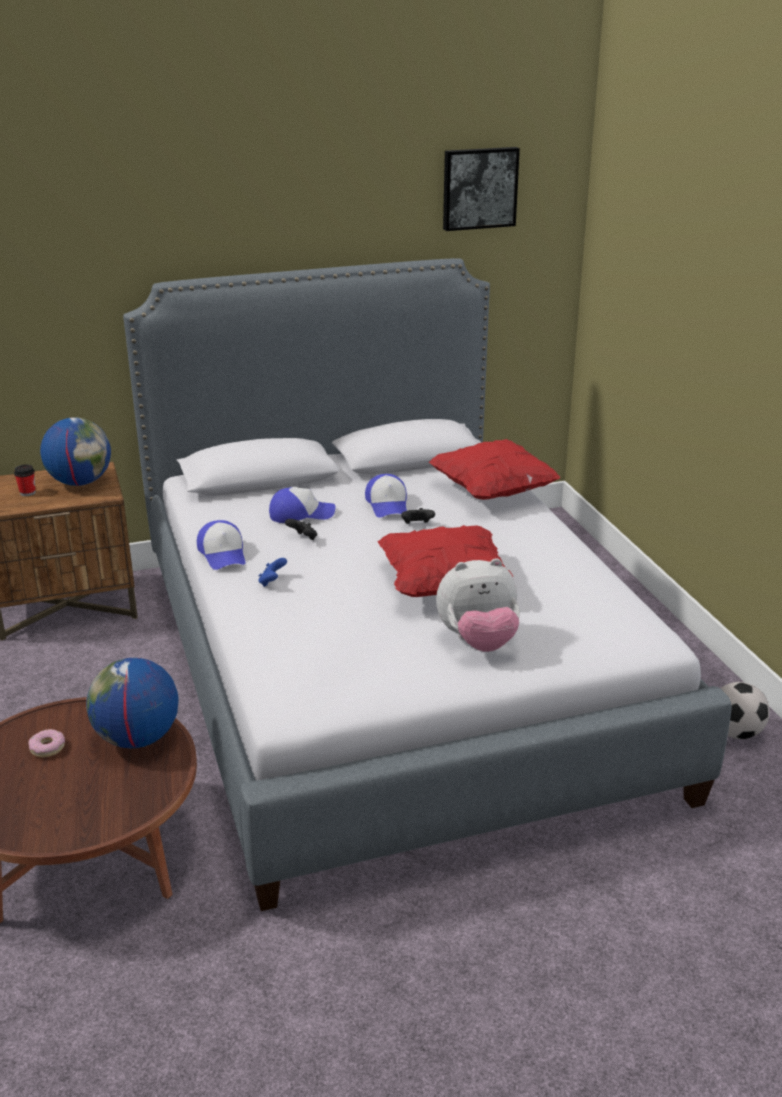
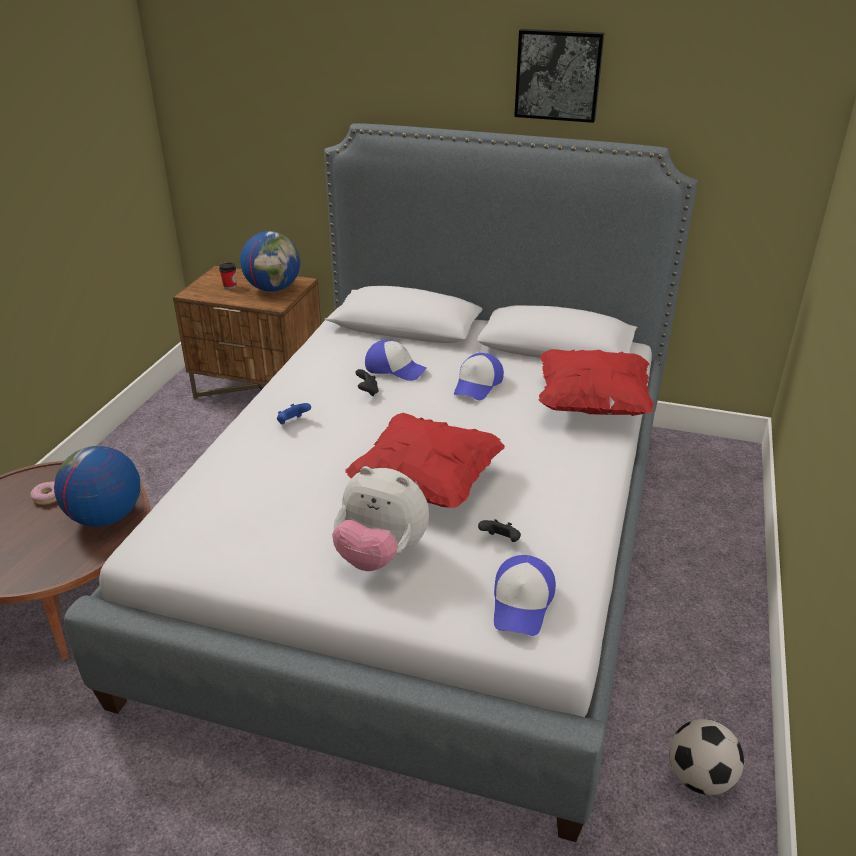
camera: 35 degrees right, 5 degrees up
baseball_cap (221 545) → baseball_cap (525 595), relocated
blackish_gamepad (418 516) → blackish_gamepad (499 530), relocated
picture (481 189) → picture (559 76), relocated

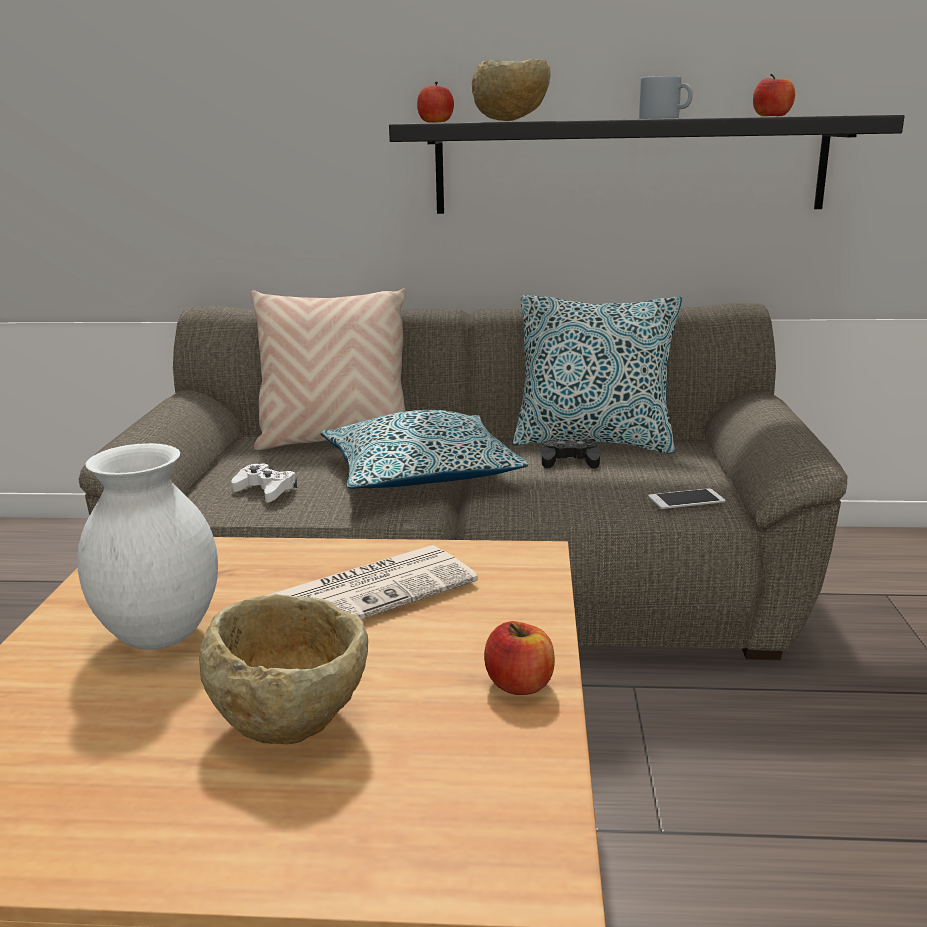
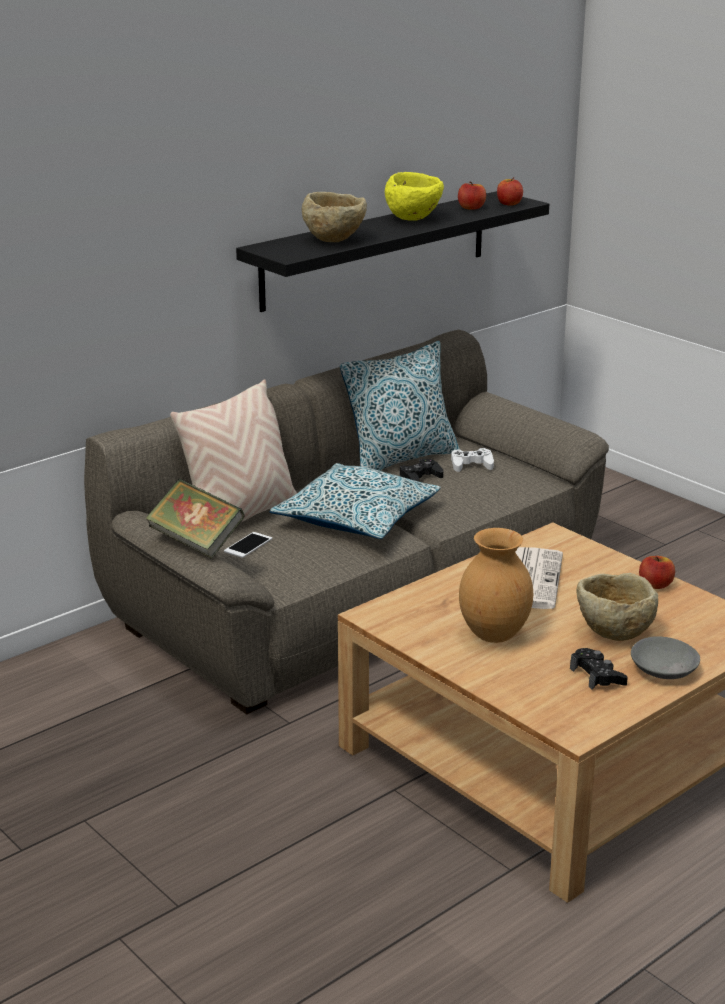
camera: 45 degrees left, 5 degrees up
whitish_vase (147 546) → brown-coloured_vase (496 585)
whitish_gamepad (264 483) → whitish_gamepad (472 460), relocated
apple (435 102) → apple (510 191), relocated
grey_mug (666 97) → yellow-coloured_bowl (414 196)
phone (686 498) → phone (248 545), relocated
- → book (195 519)
- → blackish_gamepad (599 669)
- → grey_bowl (665 657)

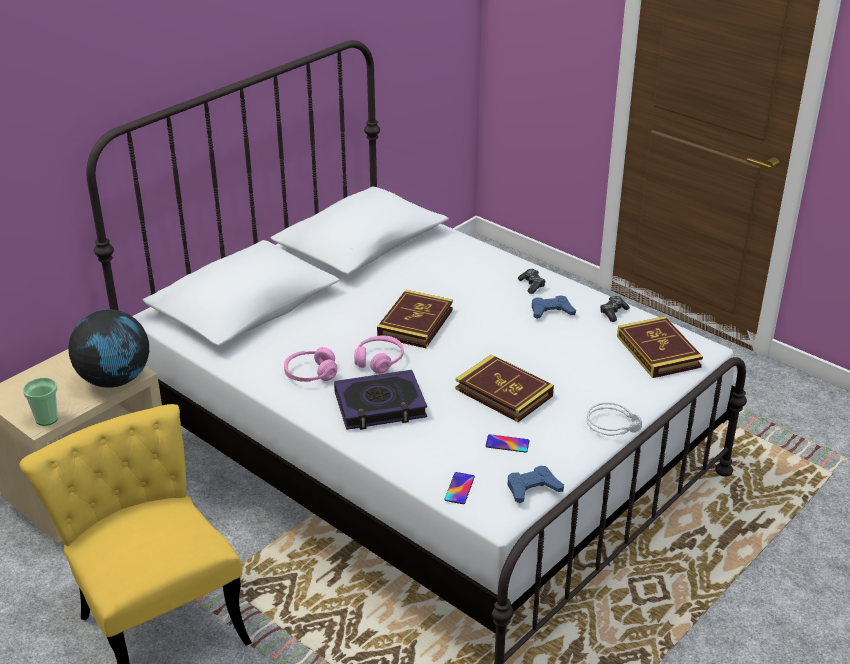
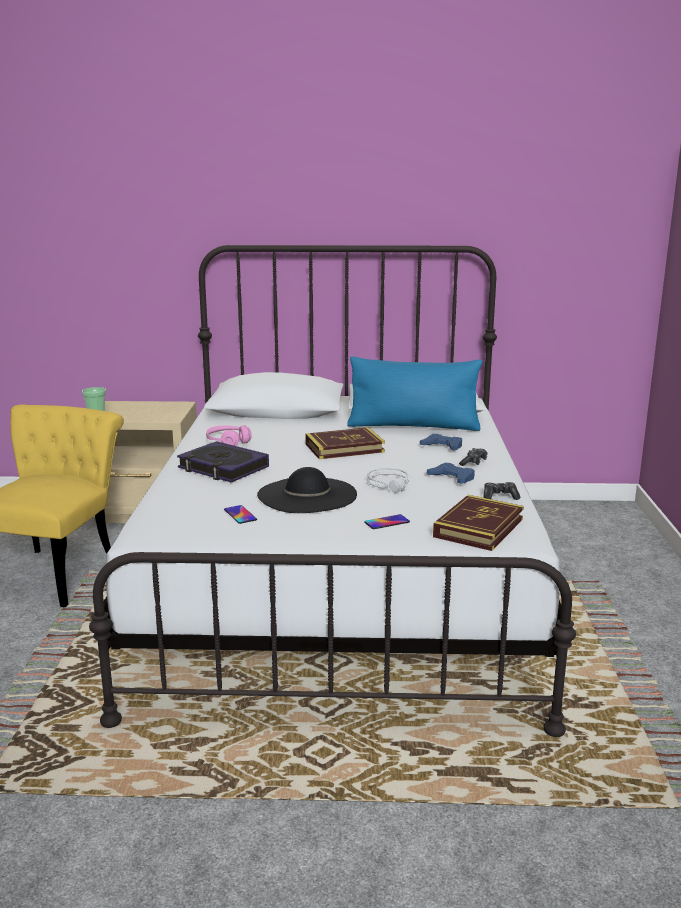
camera: 50 degrees right, 15 degrees down
desk_globe (108 348) → -
pink_headphones (379 354) → -
phone (459 488) → phone (387 521), relocated
book (504 388) → blackish_hat (307 490)
blue-coloured_gamepad (536 484) → blue-coloured_gamepad (441 442), relocated
grey_headphones (614 419) → grey_headphones (389 480), relocated
- → blue-coloured_throw_pillow (415 393)

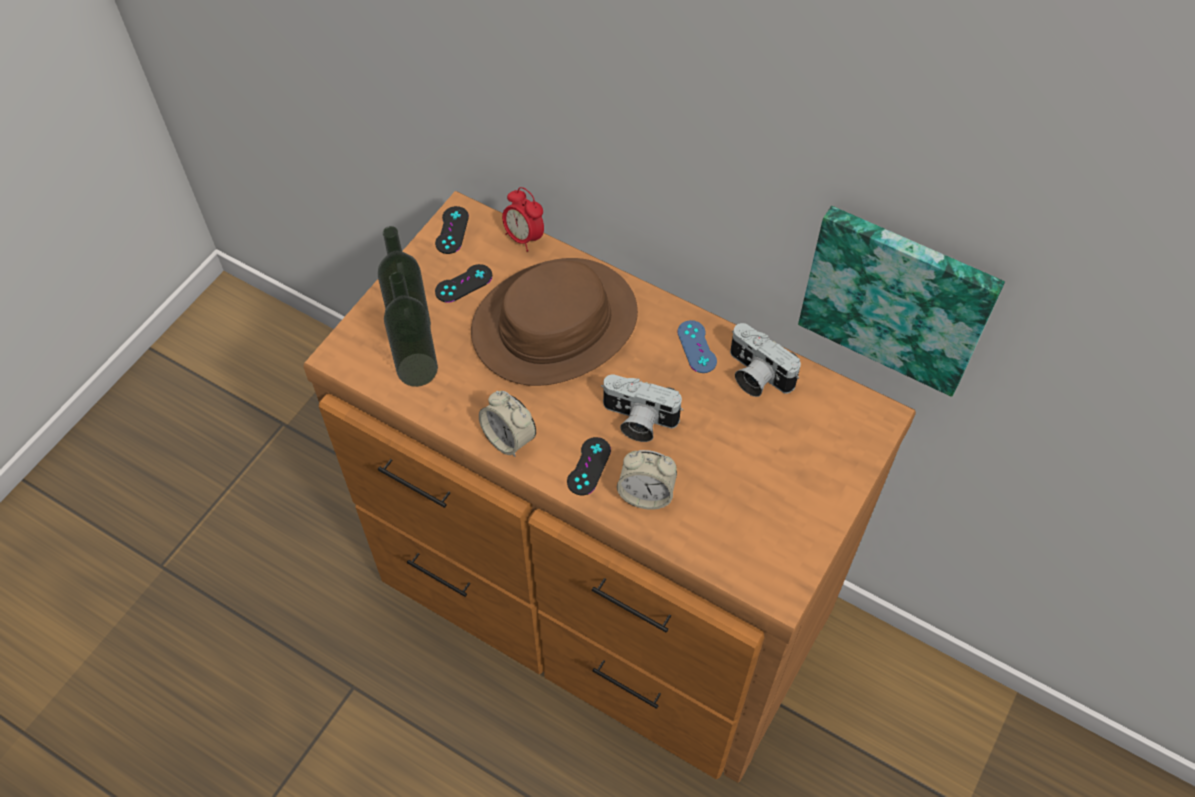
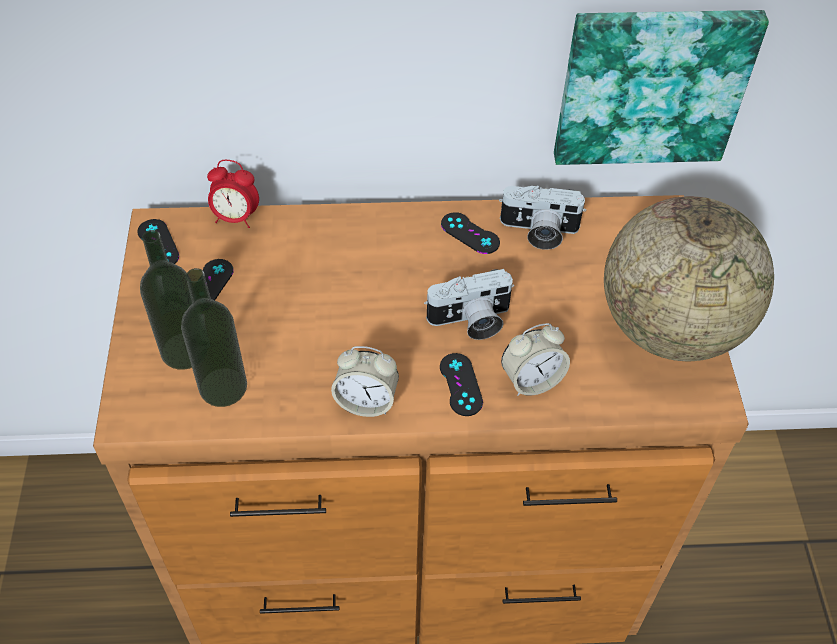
camera: 35 degrees left, 5 degrees down
brown-coloured_hat (554 322) → -
blue-coloured_gamepad (697 346) → blackish_gamepad (470 233)
- → desk_globe (689 278)

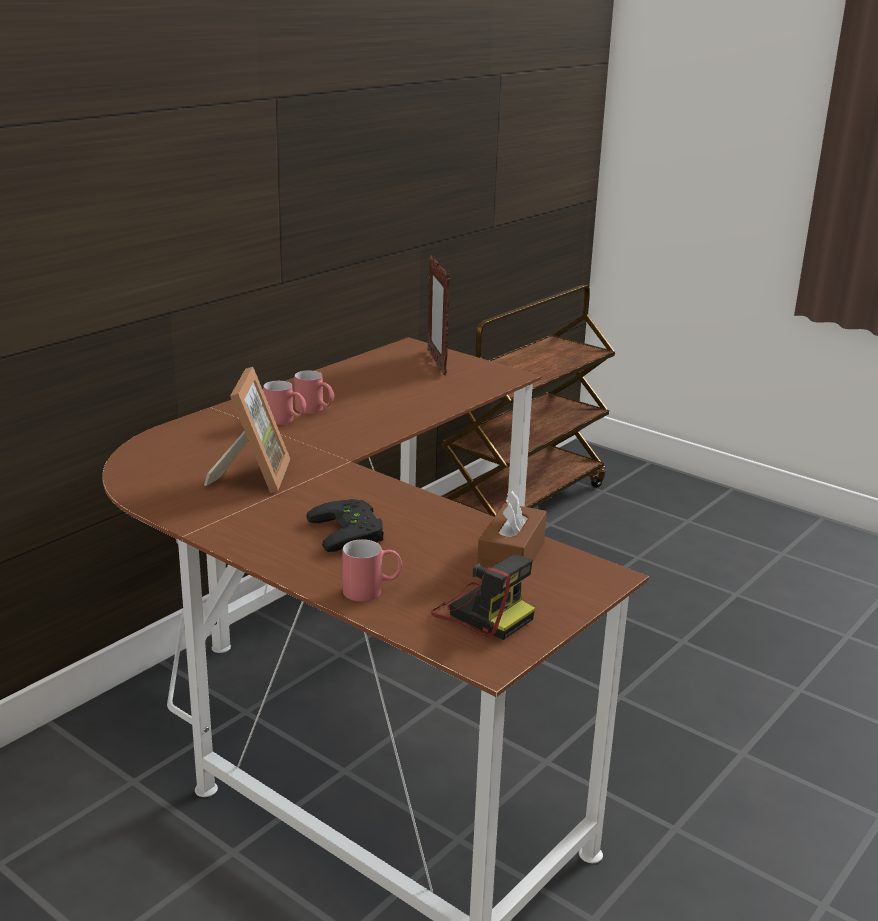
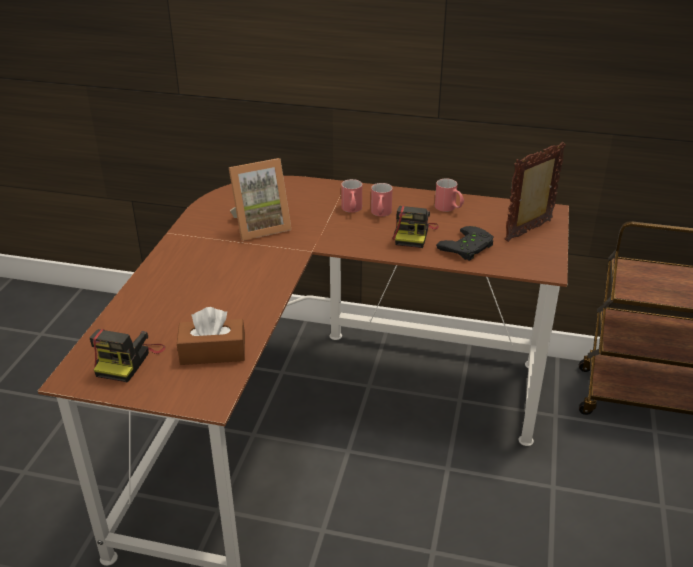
camera: 65 degrees right, 10 degrees up
blackish_gamepad (345 525) → blackish_gamepad (465 243), relocated
reddish_mug (372 570) → reddish_mug (449 195), relocated
- → still_camera (415 227)

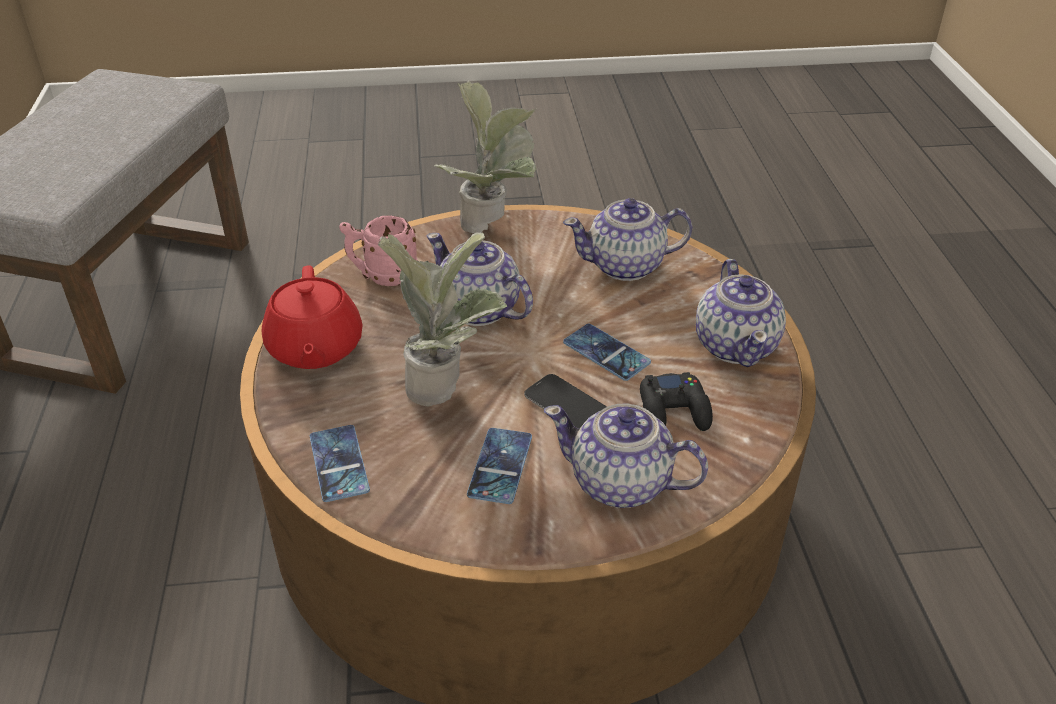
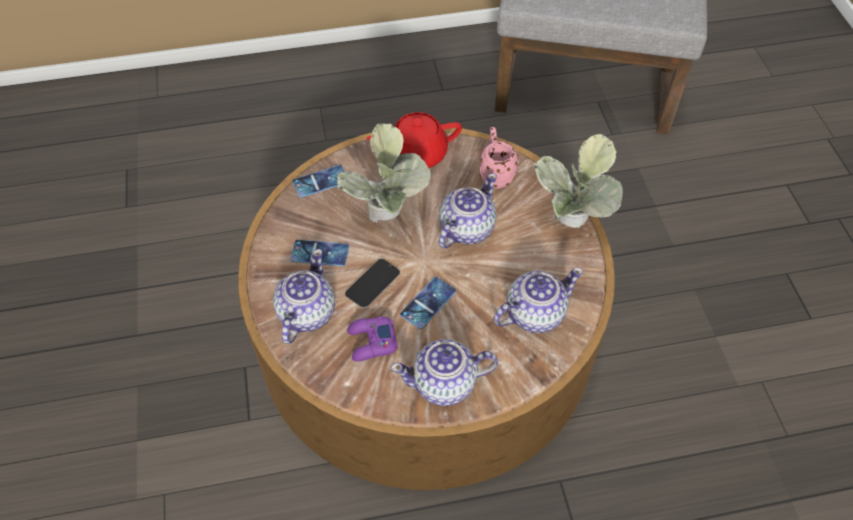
camera: 85 degrees right, 15 degrees up
teapot (627 239) → teapot (538 300), 75 degrees clockwise
blackish_gamepad (676 401) → purplish_gamepad (372 339)

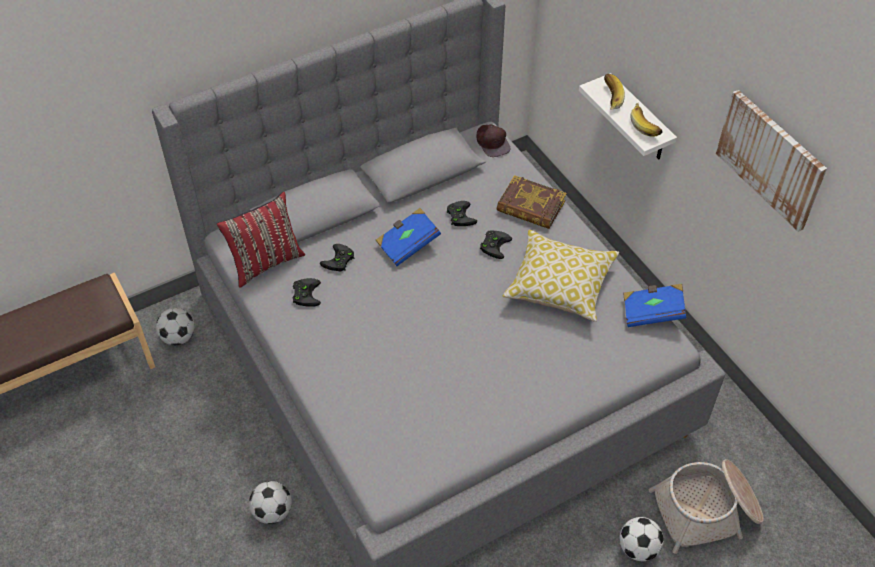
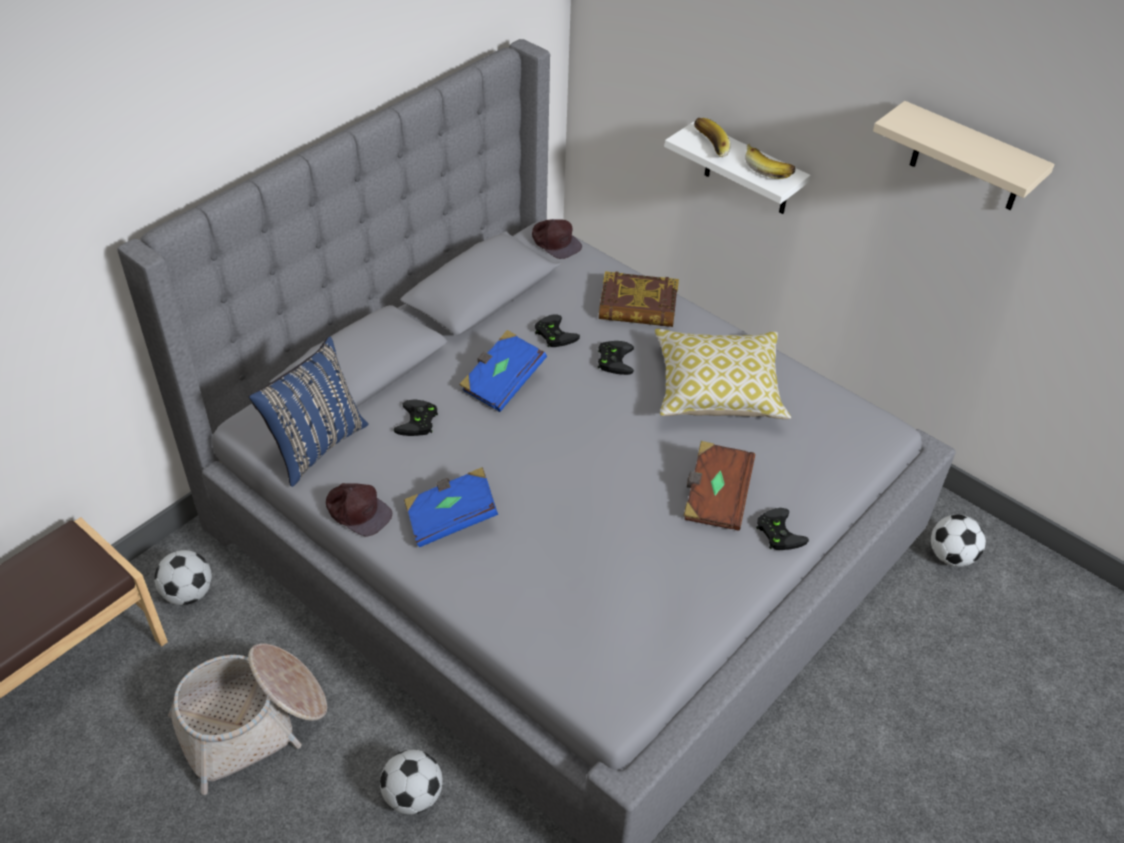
camera: 20 degrees left, 5 degrees down
reddish_throw_pillow (261 239) → blue-coloured_throw_pillow (308 411)
blackish_gamepad (307 292) → blackish_gamepad (782 529), relocated
ball_for_football (641 539) → ball_for_football (958 540), relocated
blue-coloured_book (654 305) → blue-coloured_book (451 507), relocated
basket (706 506) → basket (247 719), relocated
picture (771 161) → beige_wall_shelf (964 155)
- → brown-coloured_baseball_cap (359 510)
- → brown-coloured_book (719 485)

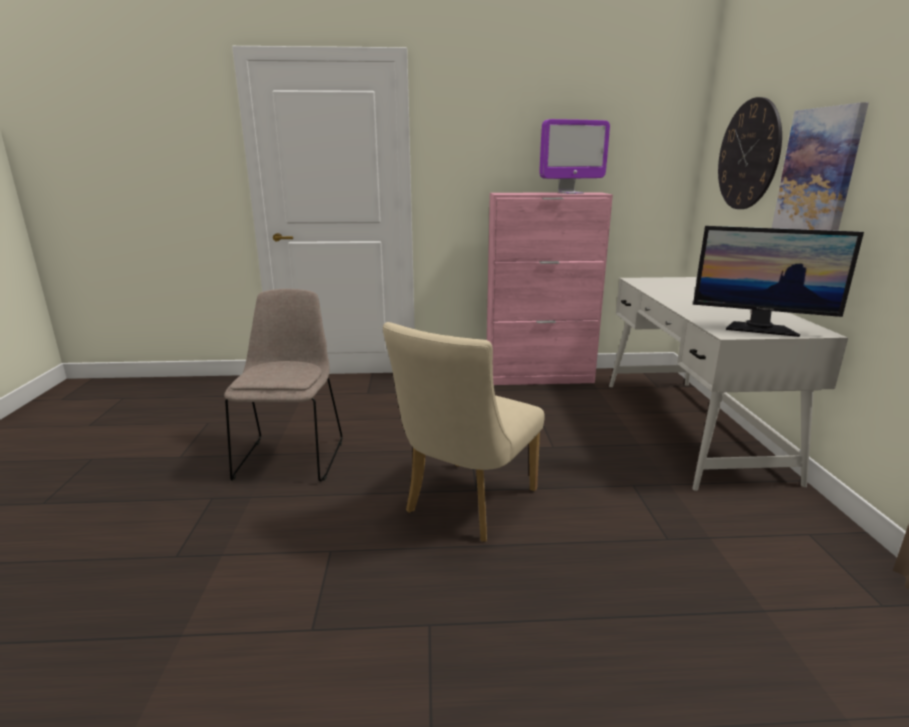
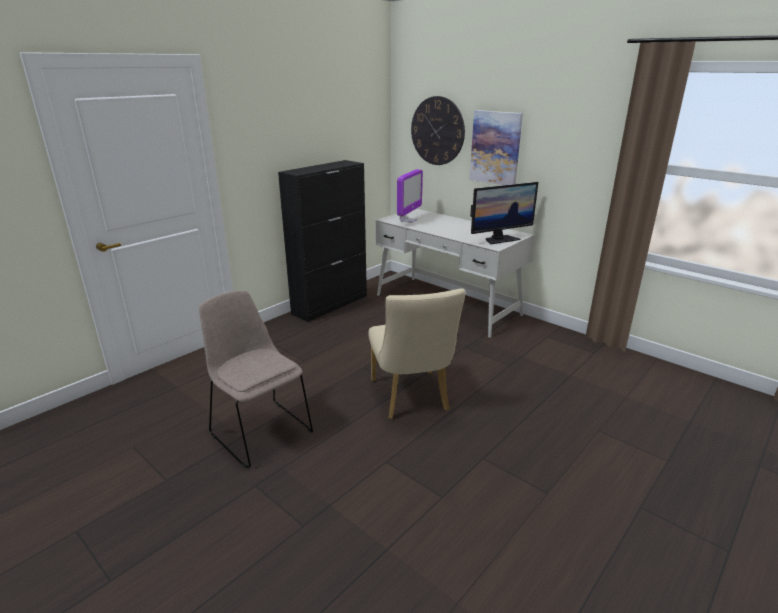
camera: 45 degrees left, 5 degrees up
pink_cabinet (550 288) → blackish_cabinet (322 241)
monitor (574 156) → monitor (410 196), relocated

